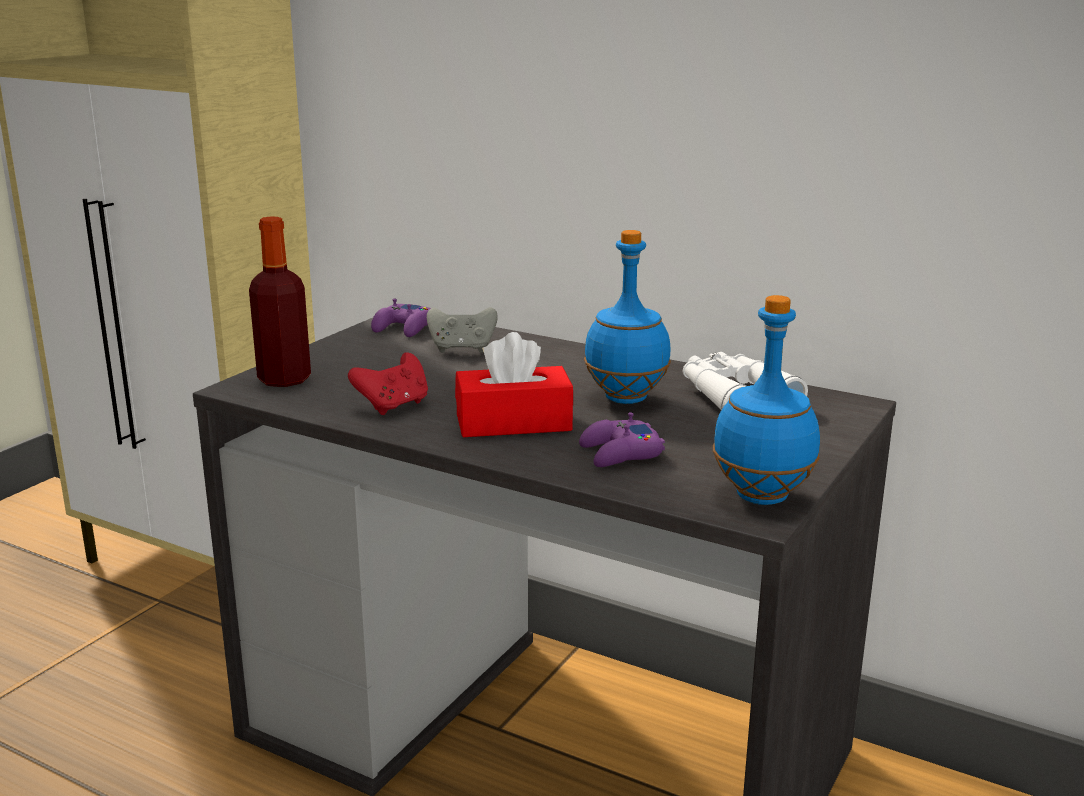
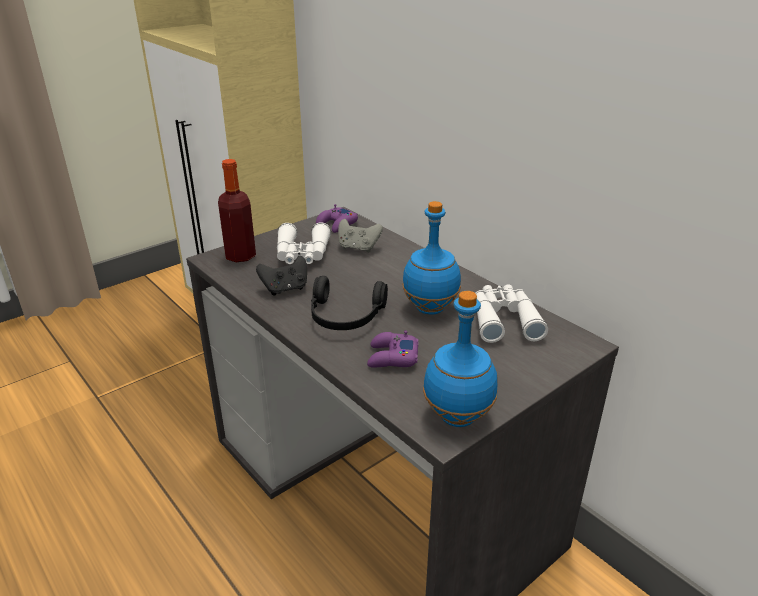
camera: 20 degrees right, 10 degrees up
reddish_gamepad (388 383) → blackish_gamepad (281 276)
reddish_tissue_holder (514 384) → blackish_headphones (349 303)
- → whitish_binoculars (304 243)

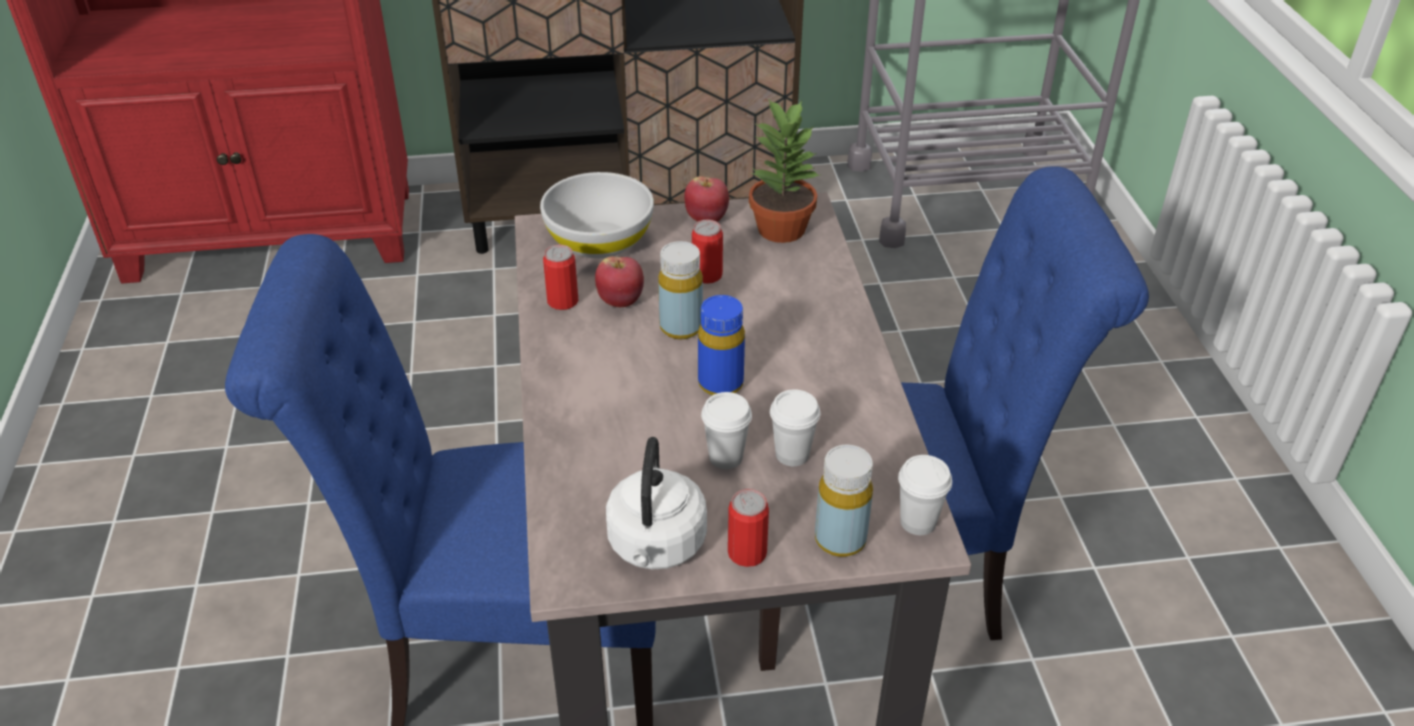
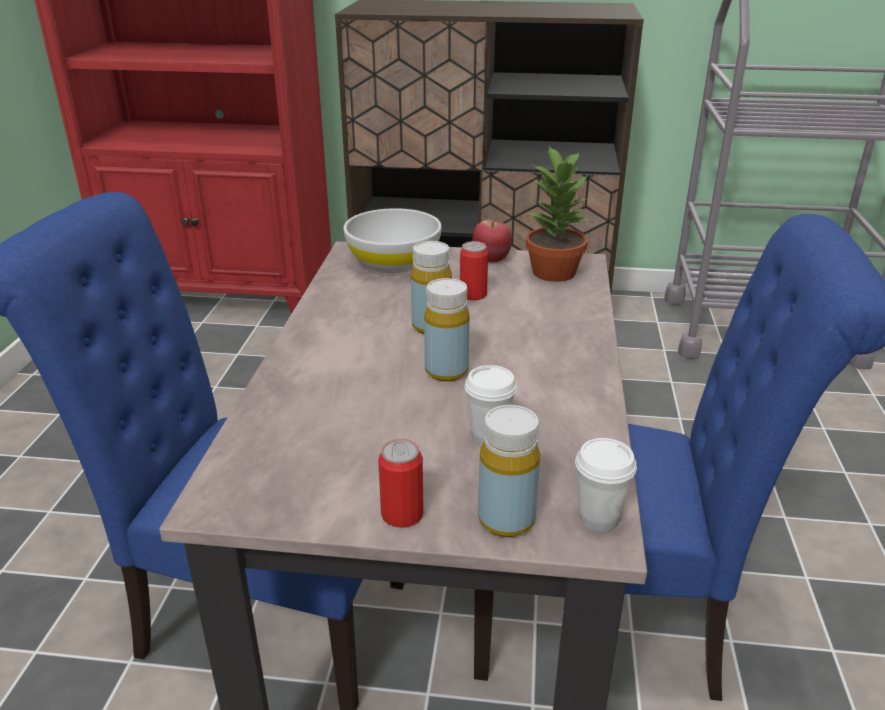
camera: 15 degrees right, 10 degrees down
sealed_can (560 277) → -
apple (619 281) → -
whitish_kettle (656 503) → -
blue-coloured_drink_bottle (721 345) → yellow-coloured_drink_bottle (447 329)
whitish_drinking_cup (726 430) → -

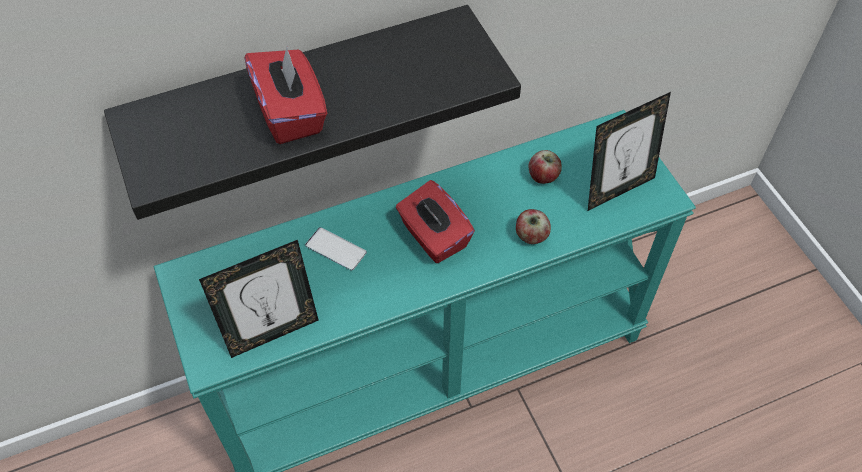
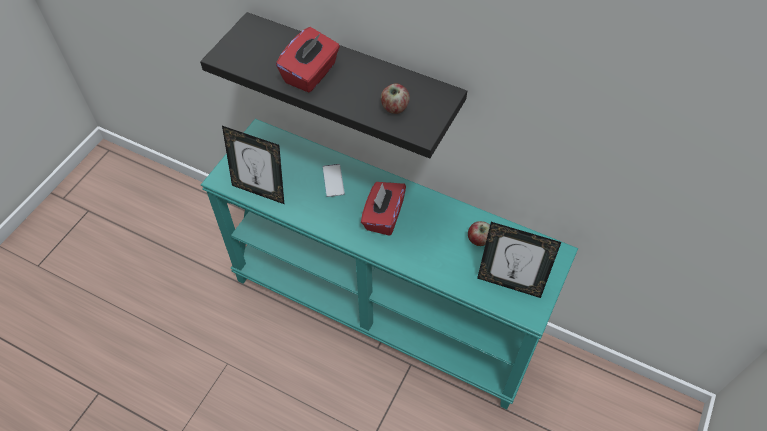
camera: 50 degrees right, 0 degrees up
apple (533 226) → apple (395 98), relocated

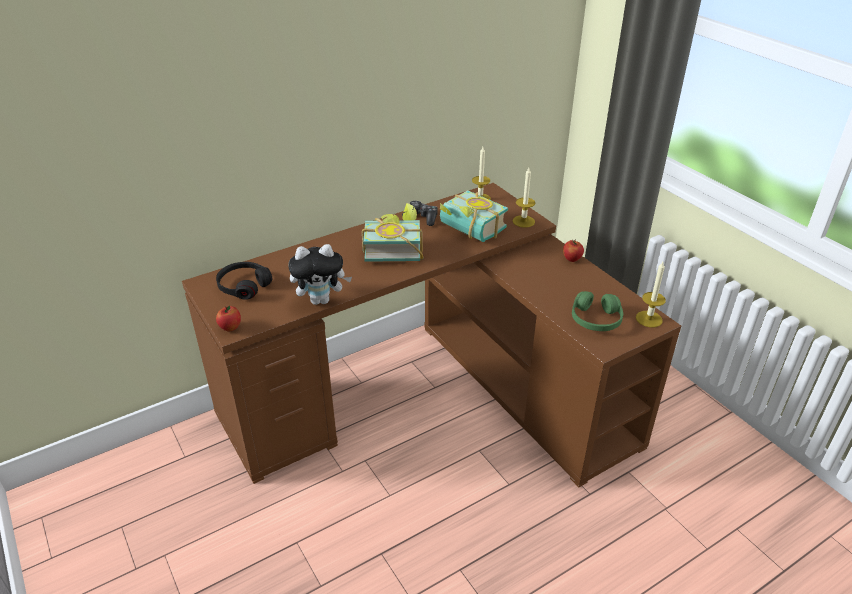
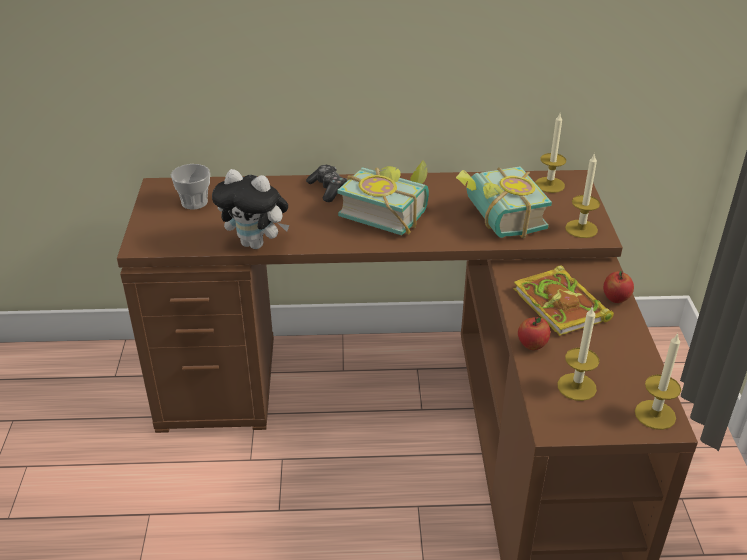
camera: 30 degrees right, 0 degrees up
blackish_headphones (244 281) → drinking_cup (190 187)
apple (228 318) → apple (534 333), relocated
gamepad (420 213) → gamepad (326 183), relocated
greenish_headphones (597 311) → candle (578 353)
- → book (563 300)

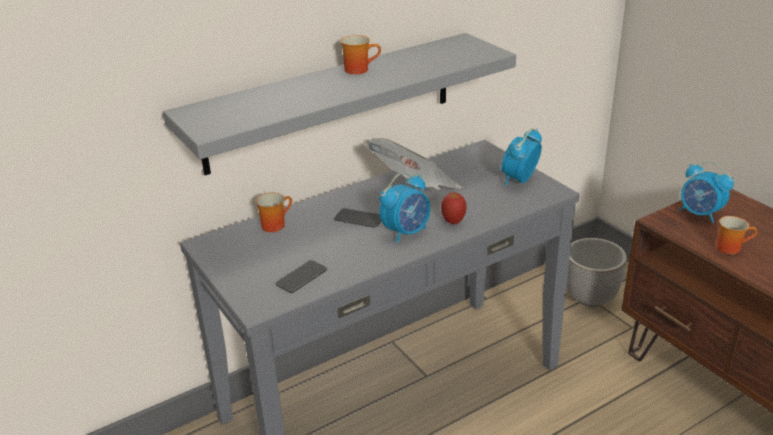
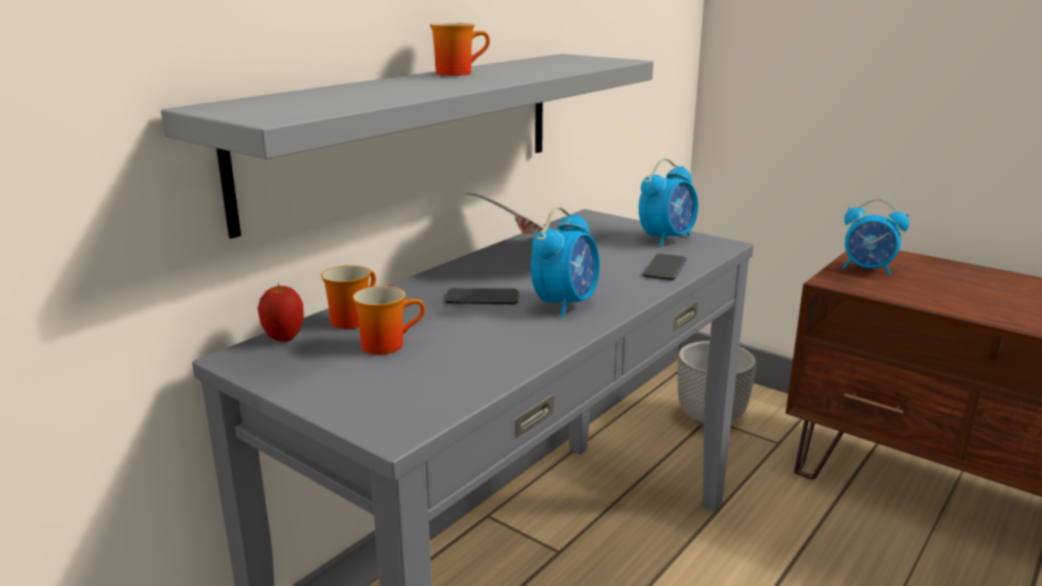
camera: 20 degrees left, 10 degrees down
phone (301 276) → phone (665 267), relocated
apple (453 208) → apple (281 313), relocated
bedside_clock (521 157) → bedside_clock (668 203), 150 degrees counterclockwise
mug (736 235) → mug (388 320), relocated

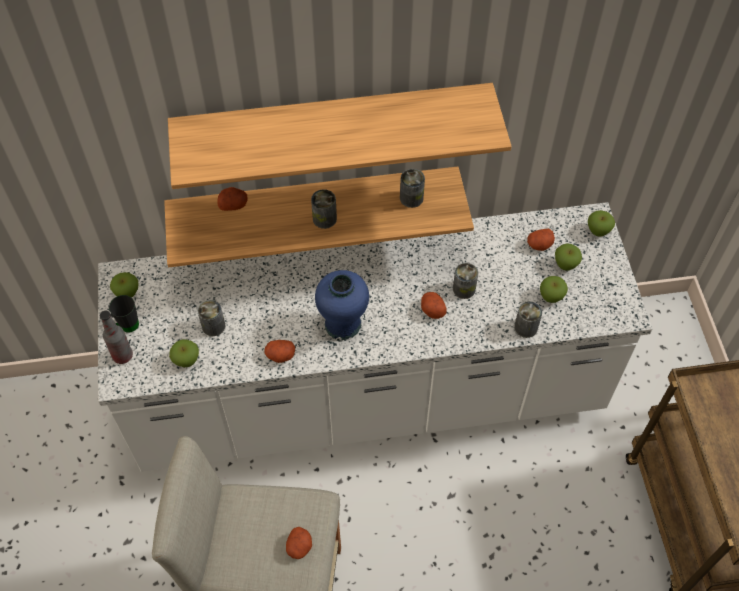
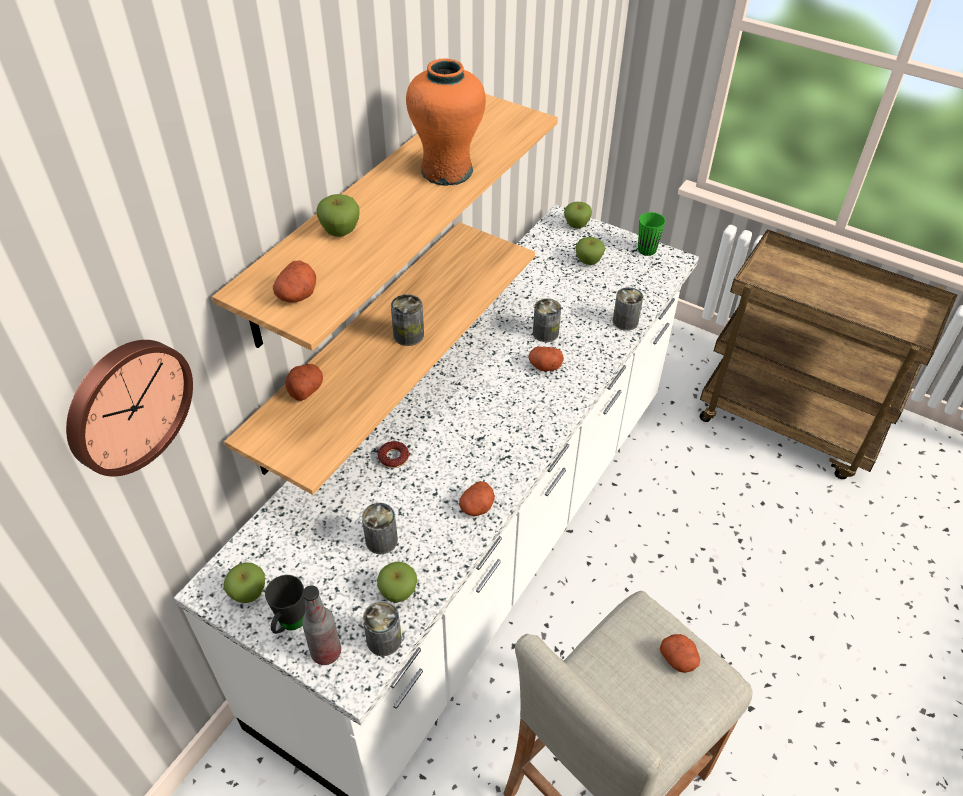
camera: 50 degrees left, 10 degrees down
blue-coloured_vase (342 305) → -
sealed_can (412 188) → sealed_can (382 628), relocated
whole_potato (541 240) → whole_potato (294 281), relocated
apple (554 289) → apple (338 215), relocated
- → wall_clock (129 408)
- → donut (393 454)
- → orangey_vase (446 122)
- → greenish_mug (651 234)

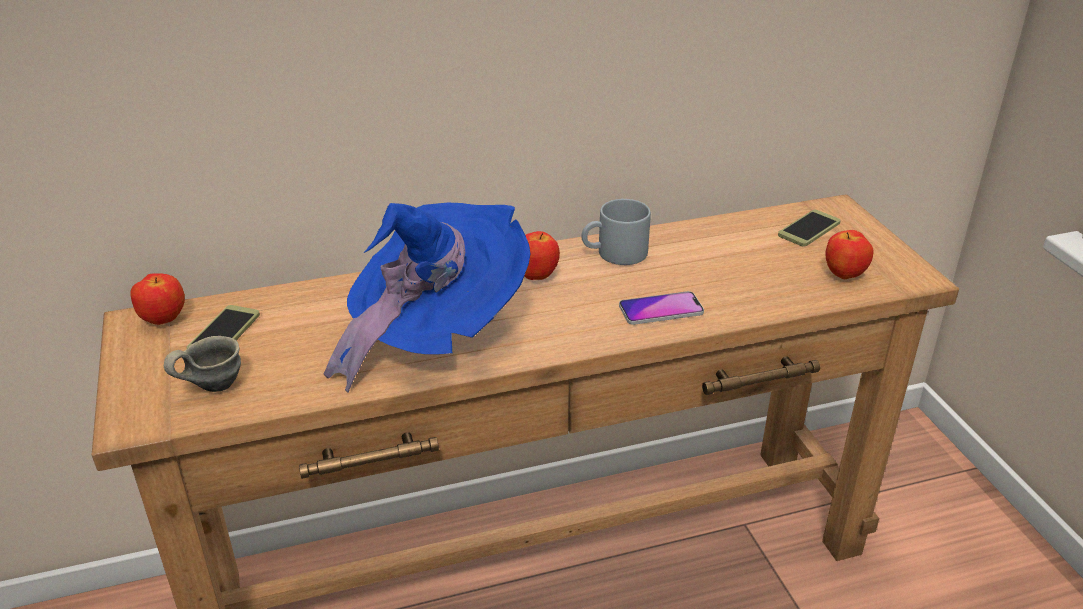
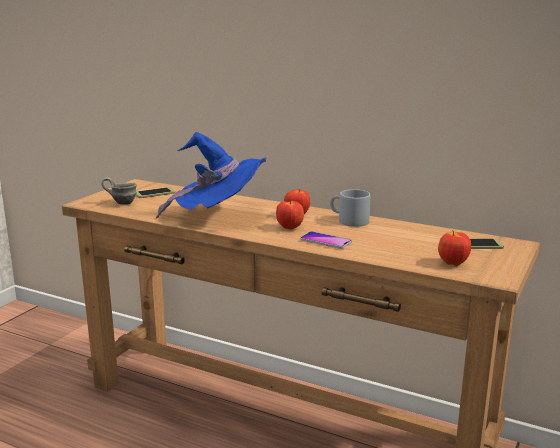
camera: 45 degrees right, 15 degrees down
apple (157 299) → apple (290 215), relocated

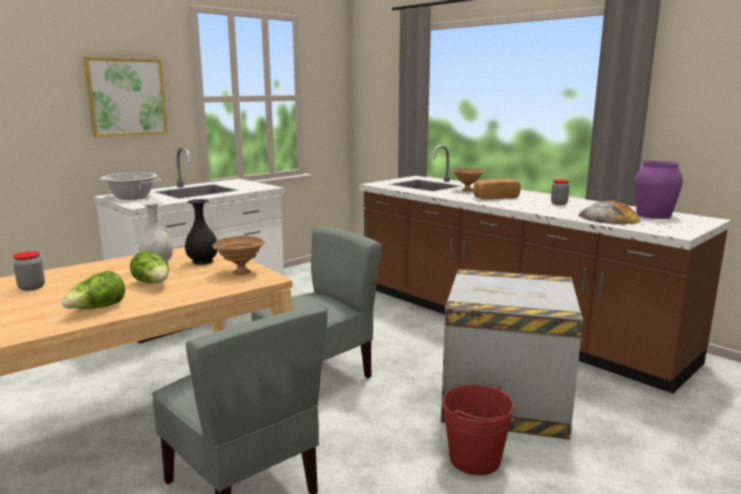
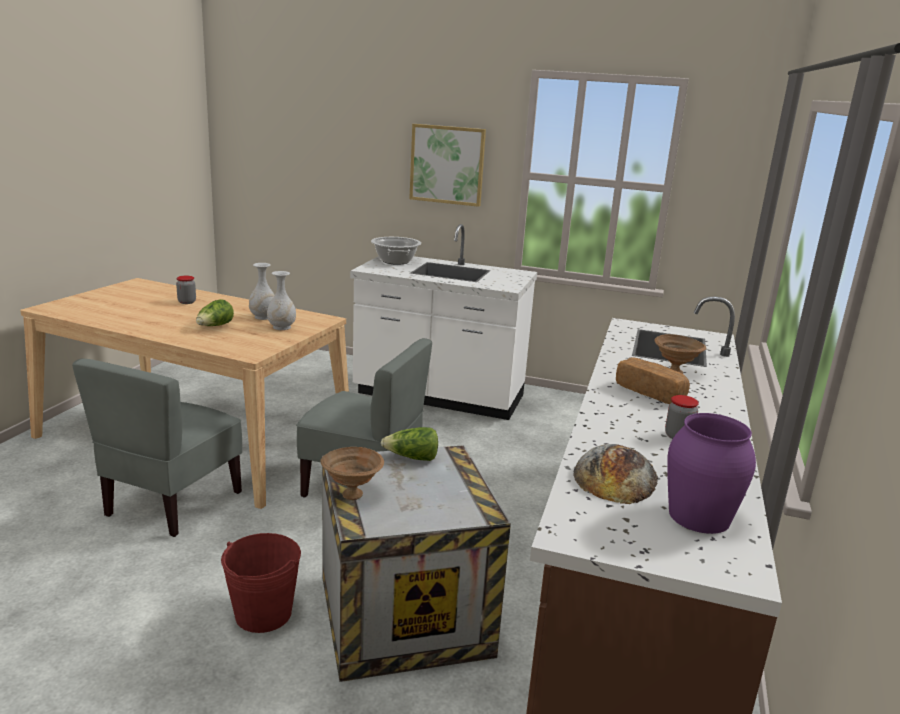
camera: 60 degrees right, 5 degrees up
lettuce (93 290) → lettuce (409 444), relocated
blackish_vase (201 232) → whitish_vase (281 300)
brown-coloured_bowl (239 255) → brown-coloured_bowl (352 473), relocated

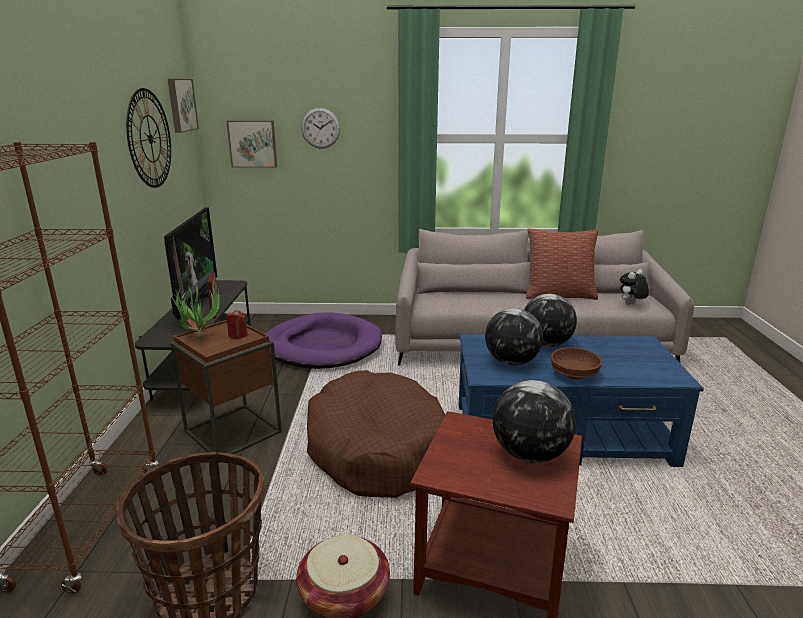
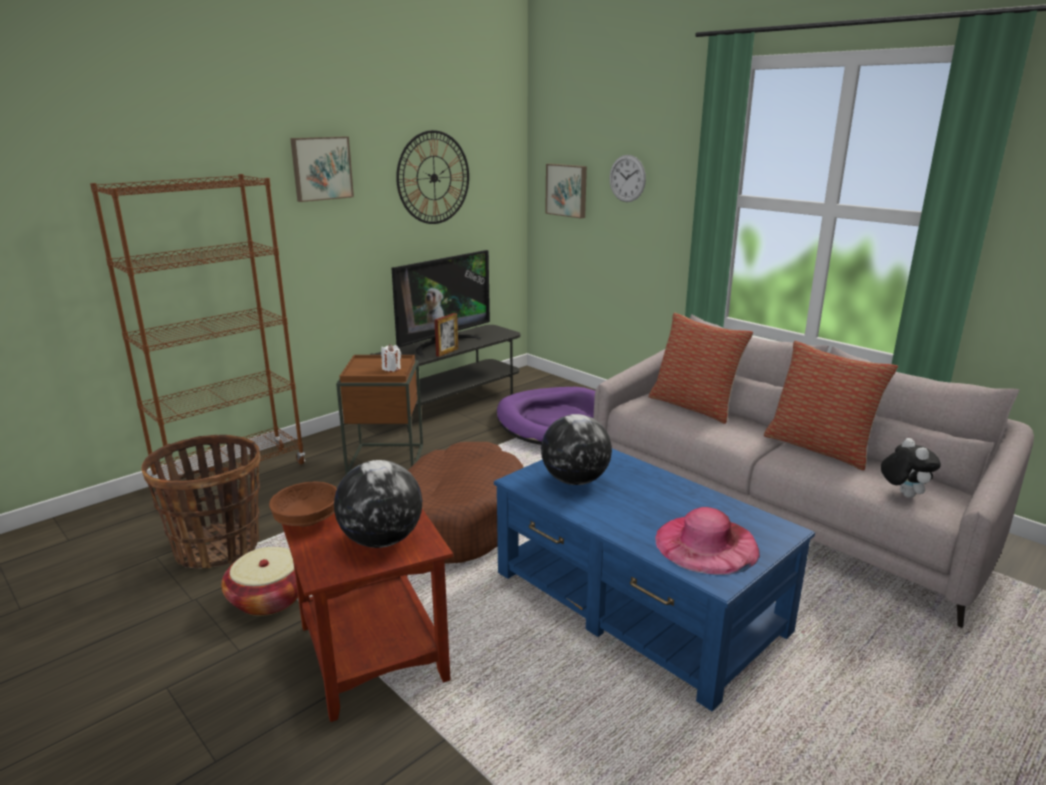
camera: 45 degrees right, 0 degrees up
picture (183 106) → picture (322 169), relocated
houseplant (197 312) → -
reddish_candle (237 324) → whitish_candle (391 358)
desk_globe (550 320) → -
brown-coloured_bowl (576 363) → brown-coloured_bowl (303 504), relocated
cuddly_toy (634 287) → cuddly_toy (911 468), 75 degrees clockwise
- → throw_pillow (700 368)
- → pink_hat (707 541)

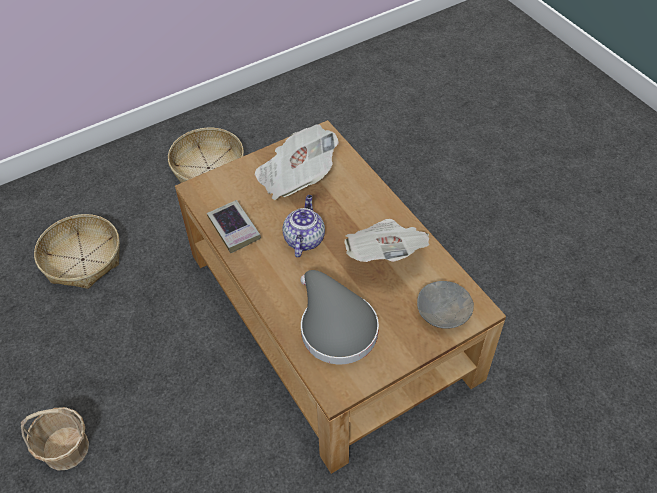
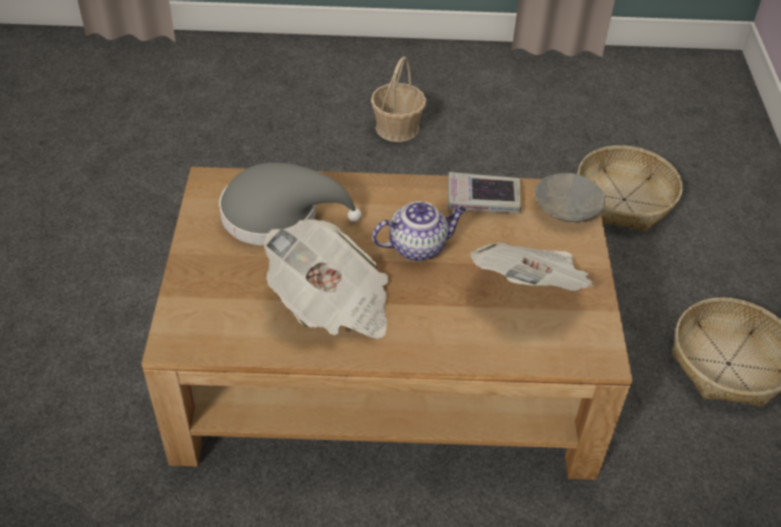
camera: 120 degrees right, 5 degrees down
teapot (303 226) → teapot (419 231), 60 degrees counterclockwise
grey_bowl (445 305) → grey_bowl (570 197), relocated

